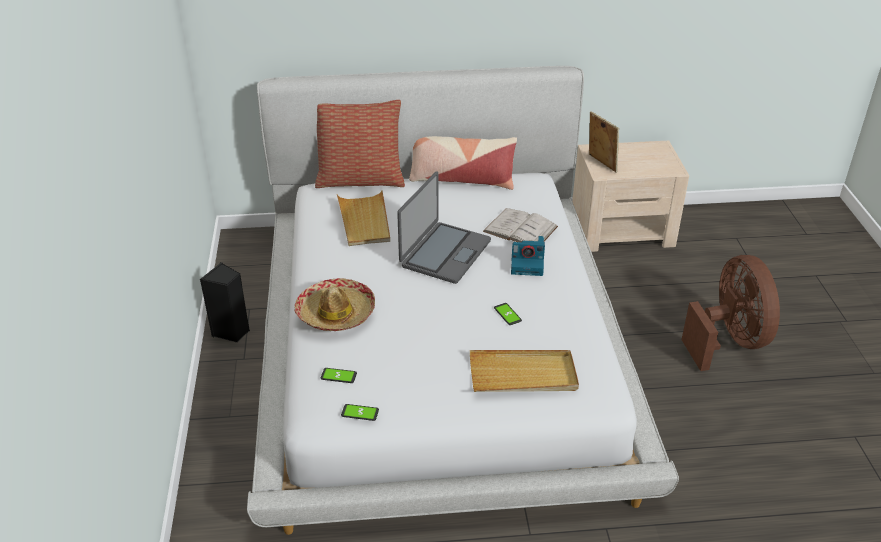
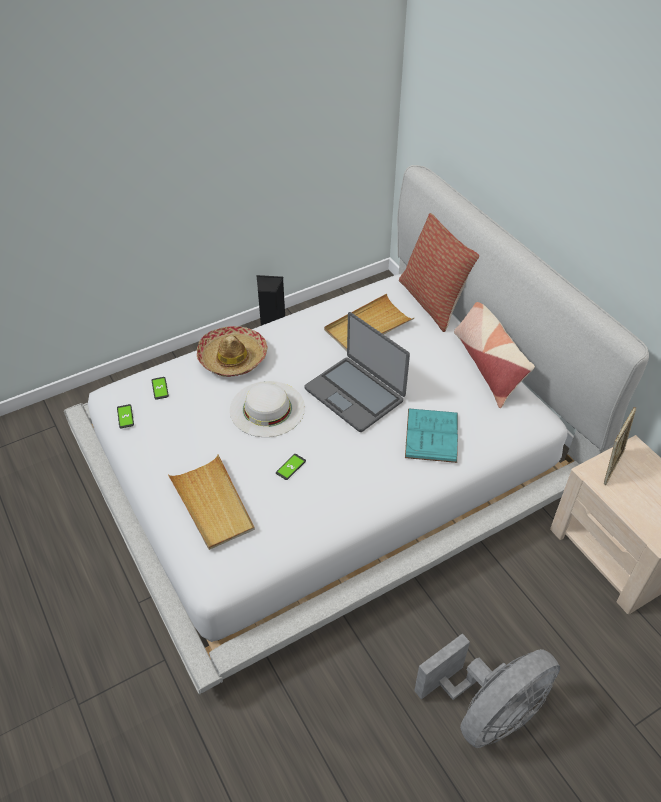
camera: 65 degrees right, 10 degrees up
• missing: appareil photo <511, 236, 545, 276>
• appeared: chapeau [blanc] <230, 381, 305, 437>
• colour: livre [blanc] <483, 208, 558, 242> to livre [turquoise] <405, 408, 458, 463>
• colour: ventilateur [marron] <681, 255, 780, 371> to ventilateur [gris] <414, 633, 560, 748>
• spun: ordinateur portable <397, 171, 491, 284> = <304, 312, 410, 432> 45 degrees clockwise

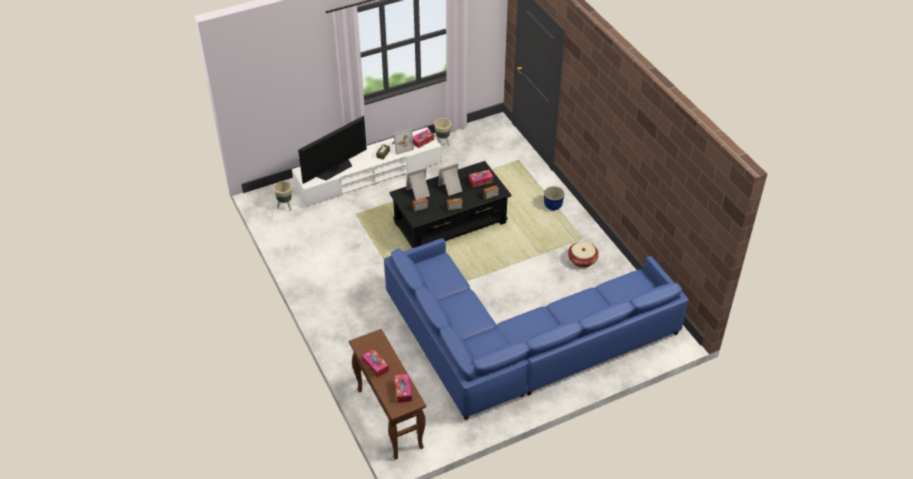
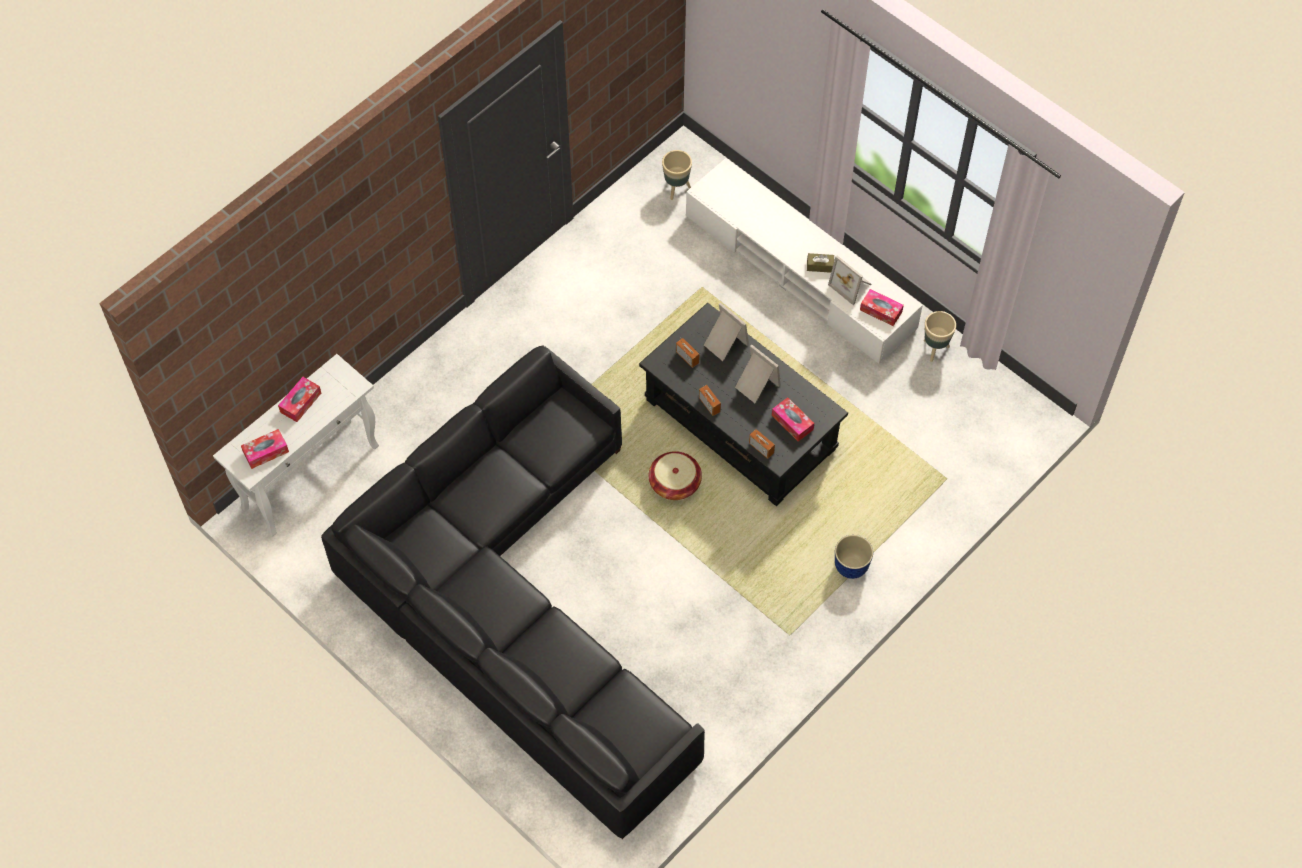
camera: 70 degrees right, 15 degrees up
• missing: téléviseur <298, 116, 367, 184>
• relocated: panier <568, 242, 599, 268> to <649, 451, 702, 500>
• colour: table console [marron] <349, 329, 426, 460> to table console [blanc] <213, 354, 379, 537>
• colour: canapé [bleu] <384, 238, 689, 420> to canapé [noir] <321, 345, 705, 839>

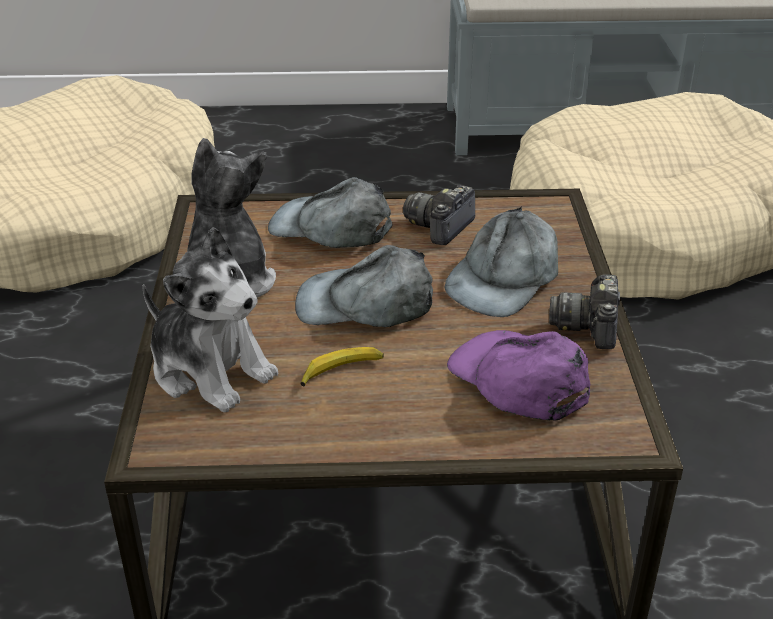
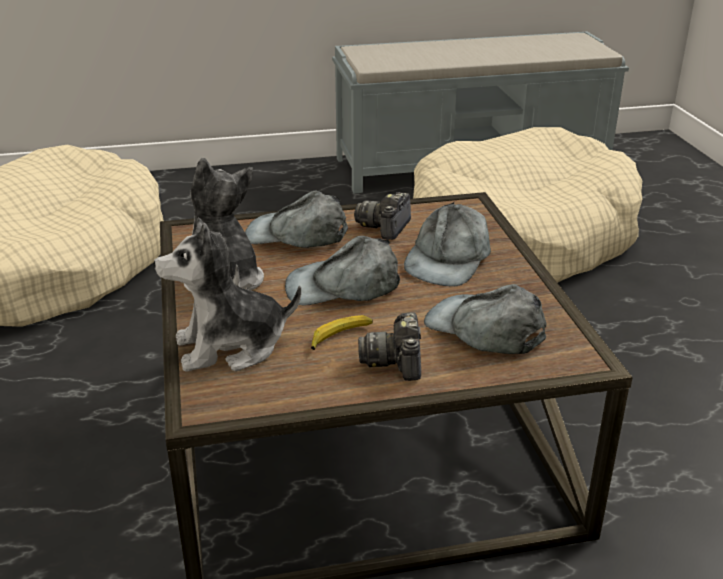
camera: 10 degrees left, 5 degrees down
• relocated: appareil photo <549, 275, 620, 349> to <358, 312, 421, 381>
• colour: casquette [violet] <447, 330, 590, 421> to casquette [gris] <424, 284, 546, 354>
• spun: peluche <142, 227, 278, 412> = <154, 218, 301, 372> 135 degrees clockwise

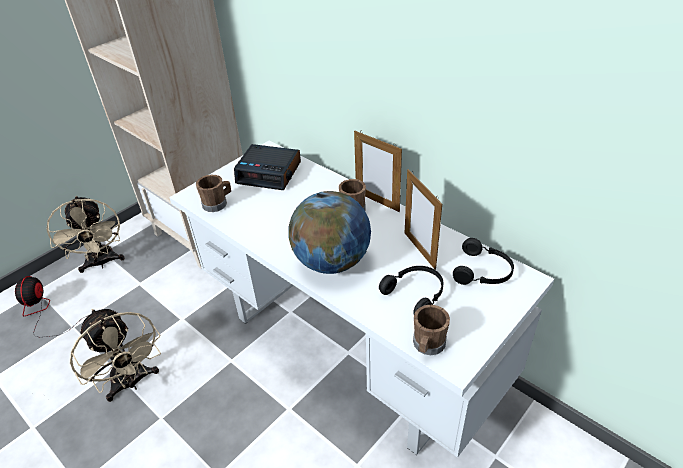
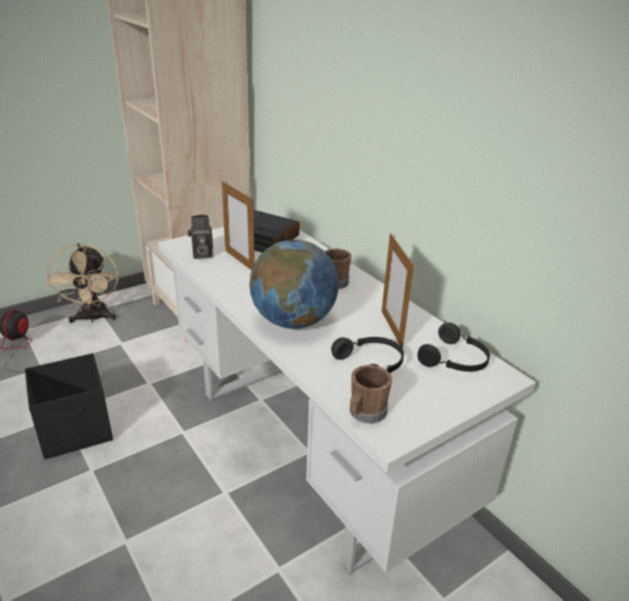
camera: 10 degrees right, 10 degrees down
• relocated: cadre photo <354, 131, 402, 212> to <222, 181, 255, 270>
• exchanged: ventilateur [beige] <70, 309, 161, 402> to boîte de rangement [noir] <25, 353, 113, 459>
• exchanged: mug [marron] <196, 175, 231, 212> to appareil photo <188, 215, 213, 259>

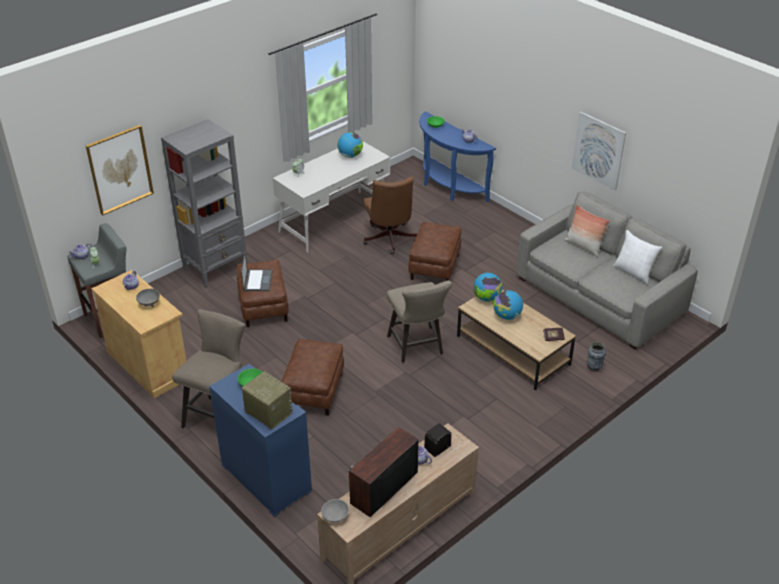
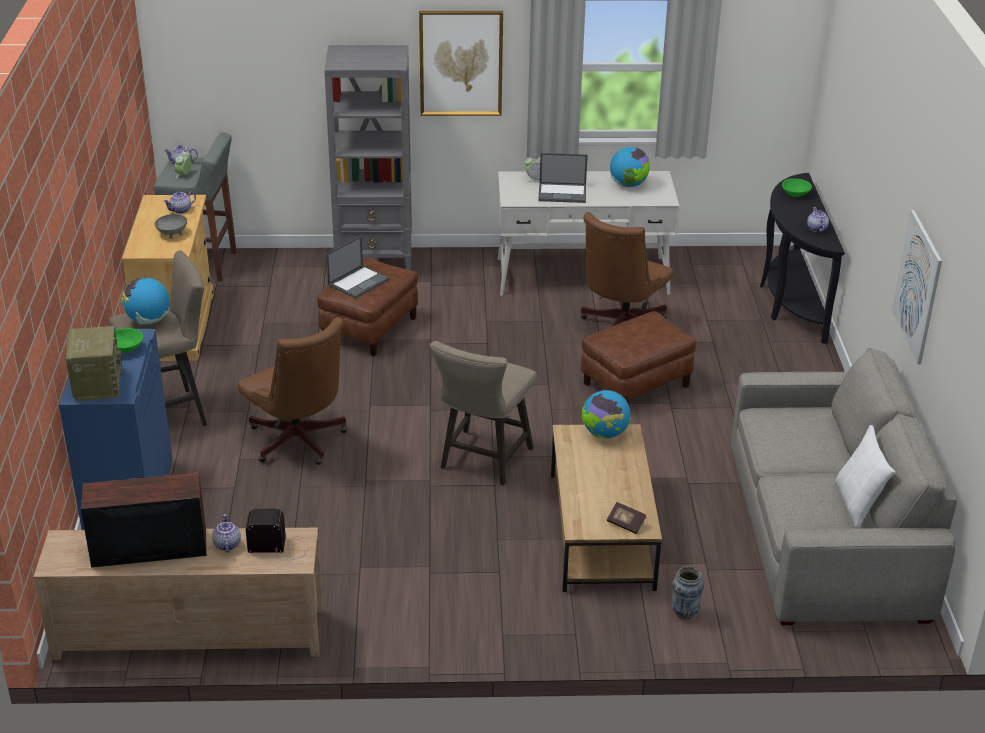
camera: 40 degrees right, 5 degrees down
• missing: bol [gris] <321, 499, 349, 522>
• missing: coussin <564, 205, 610, 256>
• appeared: ordinateur portable <538, 153, 588, 203>
• relocated: tableau <86, 125, 154, 215> to <419, 11, 503, 116>
• relocated: globe <493, 290, 523, 320> to <122, 277, 170, 324>
• exchanged: pouf [marron] <281, 339, 344, 416> to chaise de bureau [marron] <237, 317, 347, 465>
• colour: table console [bleu] <419, 111, 496, 202> to table console [noir] <760, 173, 845, 344>

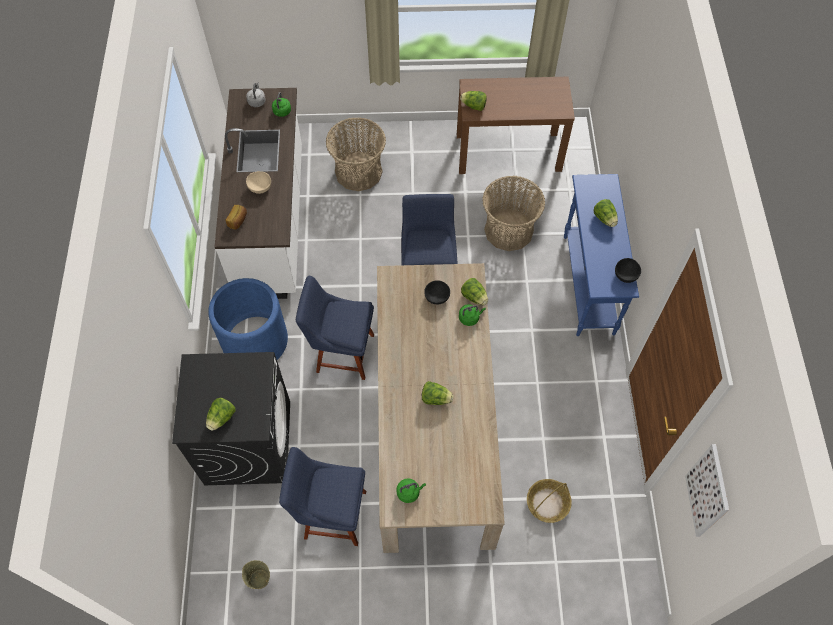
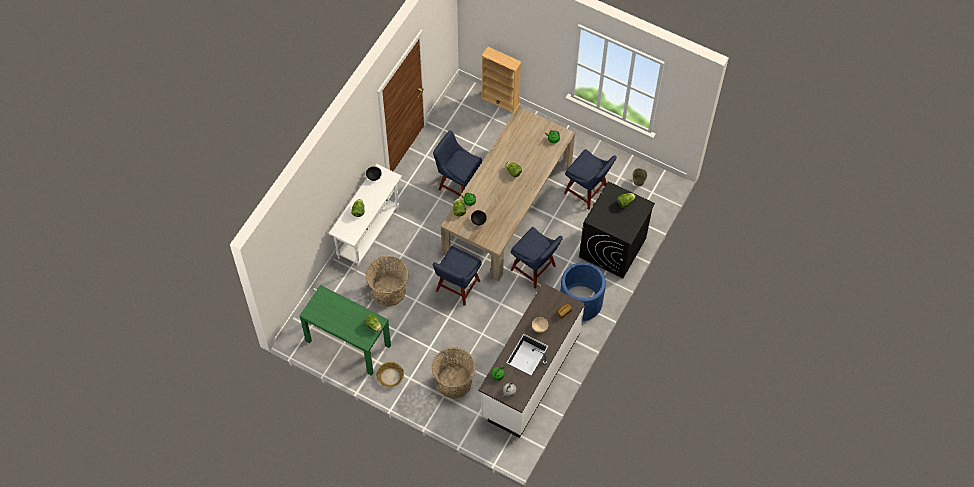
camera: 150 degrees left, 0 degrees up
• missing: tableau <685, 444, 729, 537>
• appeared: chaise [bleu] <433, 130, 483, 196>
• appeared: bibliothèque [beige] <481, 46, 521, 113>
• relocated: panier <527, 479, 572, 523> to <376, 362, 404, 387>
• colour: table console [marron] <457, 77, 575, 174> to table console [vert] <299, 285, 391, 376>
• colour: table console [bleu] <564, 174, 639, 336> to table console [blanc] <328, 164, 402, 269>

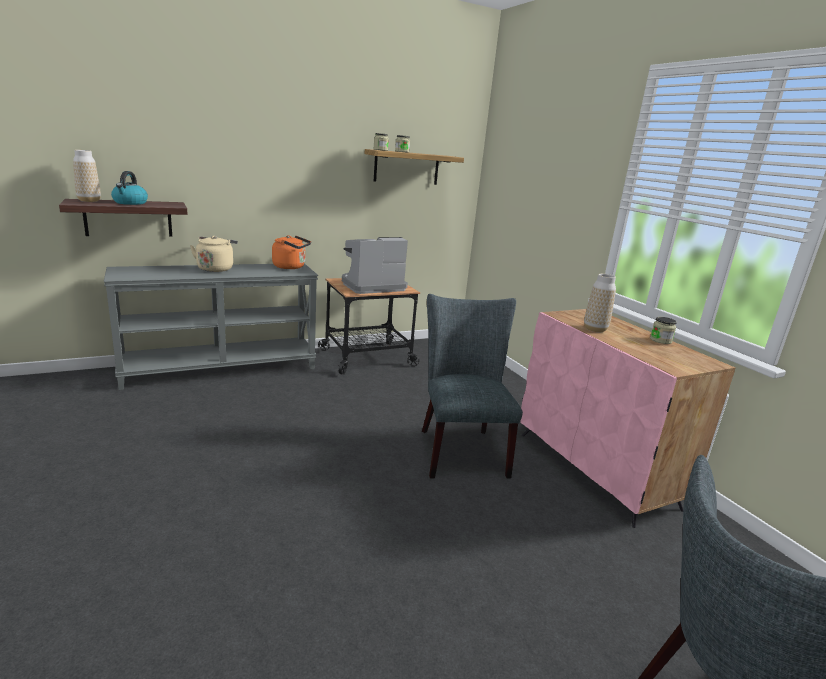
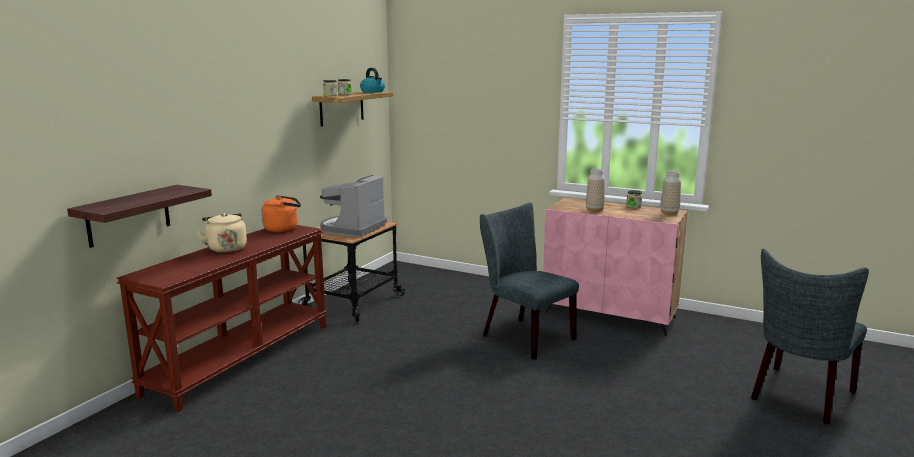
camera: 35 degrees left, 5 degrees down
• relocated: vase <73, 150, 101, 202> to <660, 171, 681, 215>
• relocated: bouilloire <111, 171, 148, 205> to <360, 68, 385, 93>
• colour: table console [gris] <104, 264, 318, 390> to table console [marron] <116, 225, 327, 412>

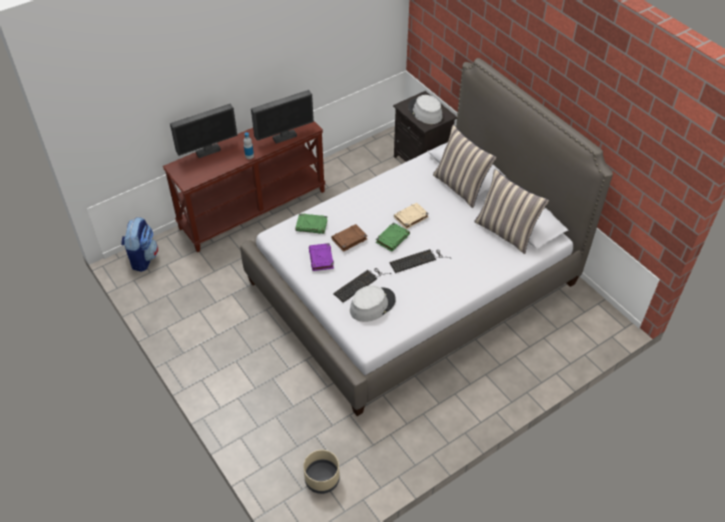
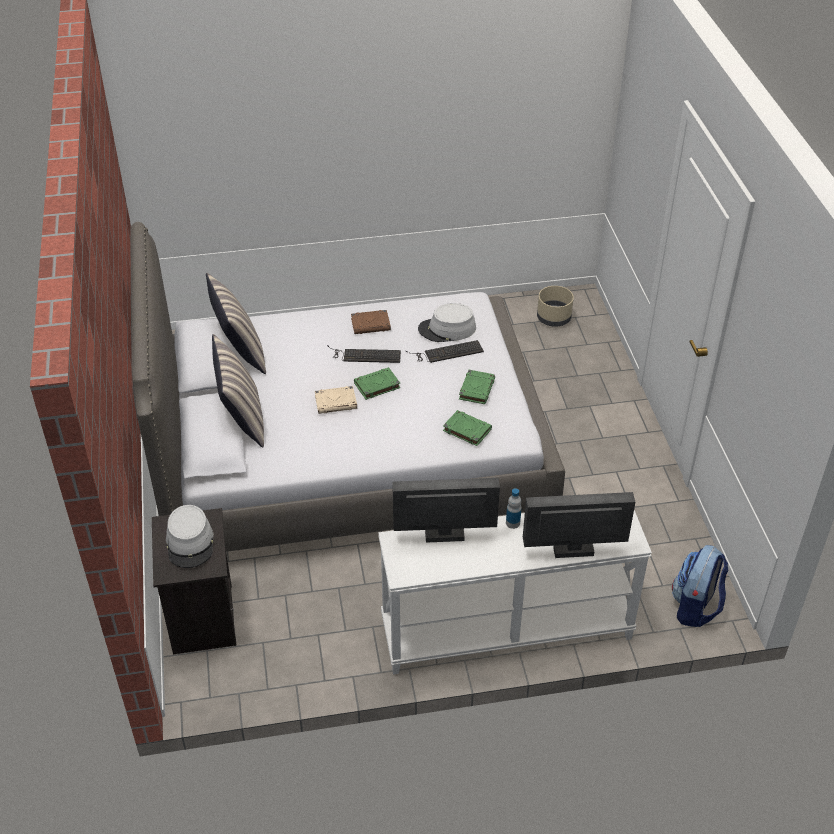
camera: 155 degrees left, 5 degrees down
• relocated: livre [marron] <331, 224, 367, 252> to <351, 310, 391, 334>
• colour: table console [marron] <163, 121, 325, 252> to table console [blanc] <378, 510, 652, 674>
• colour: livre [violet] <309, 243, 334, 271> to livre [vert] <459, 370, 495, 404>

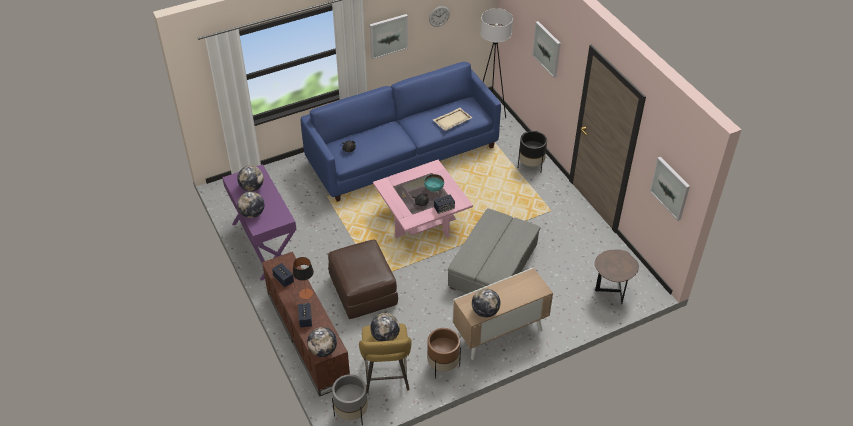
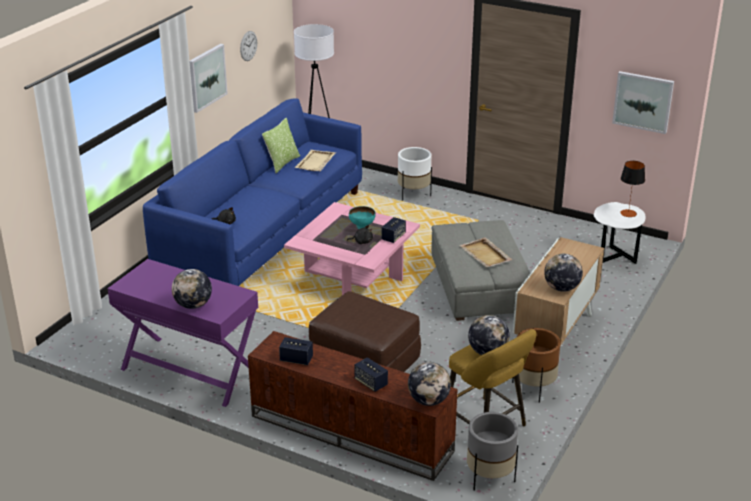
camera: 35 degrees left, 15 degrees down
• missing: globe <237, 166, 264, 191>
• missing: tableau <532, 21, 561, 78>
• appeared: coussin <262, 118, 300, 173>
• appeared: plateau [beige] <459, 238, 513, 267>
• relocated: lampe de table <293, 257, 314, 299> to <620, 161, 645, 217>
• colour: cache-pot [noir] <518, 131, 547, 171> to cache-pot [blanc] <398, 147, 432, 200>
• colour: table d'appoint [marron] <595, 249, 639, 304> to table d'appoint [blanc] <594, 202, 645, 264>

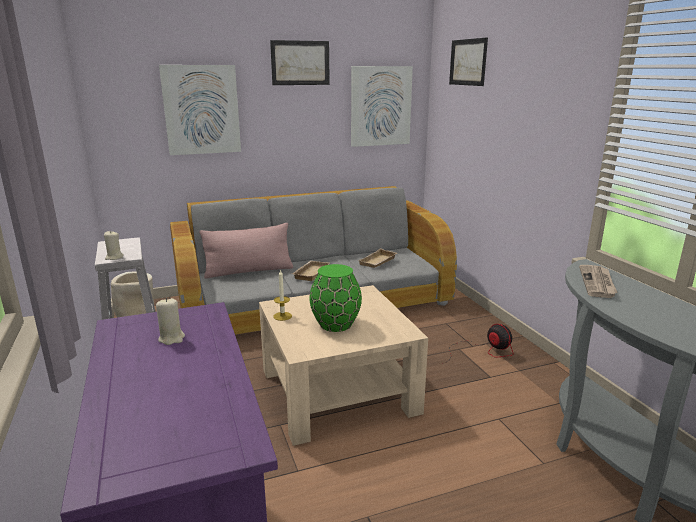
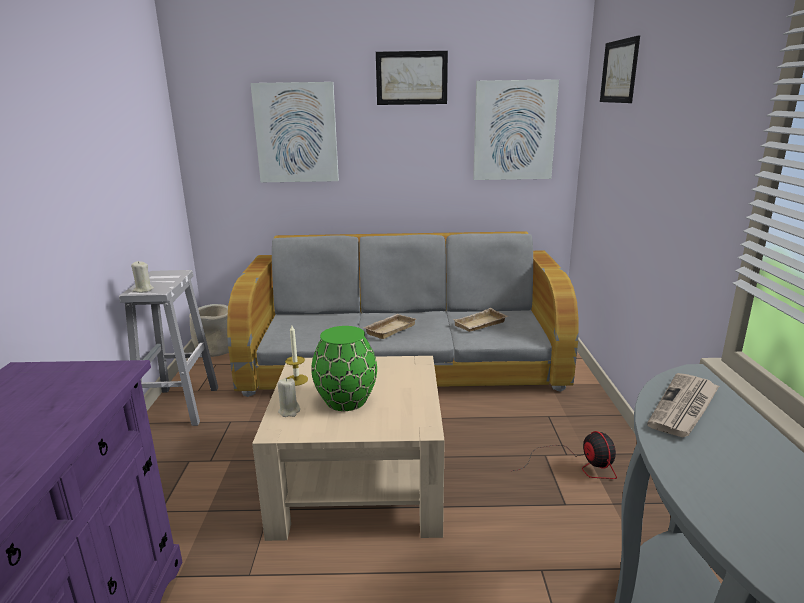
camera: 20 degrees right, 0 degrees up
• missing: coussin [rose] <199, 223, 293, 279>
• relocated: bougie [beige] <156, 298, 185, 345> to <278, 378, 300, 417>

